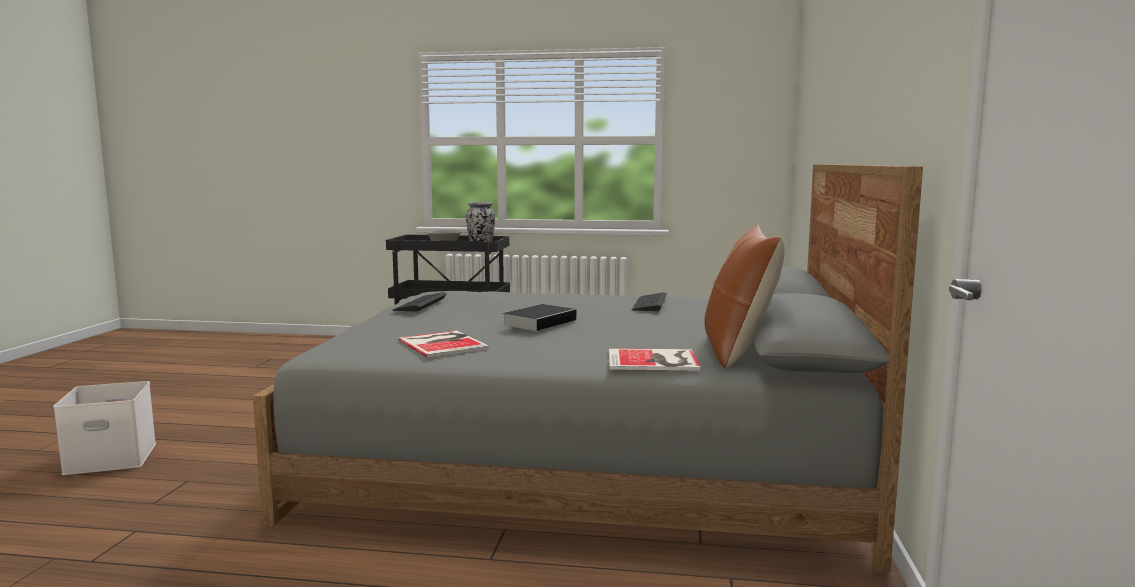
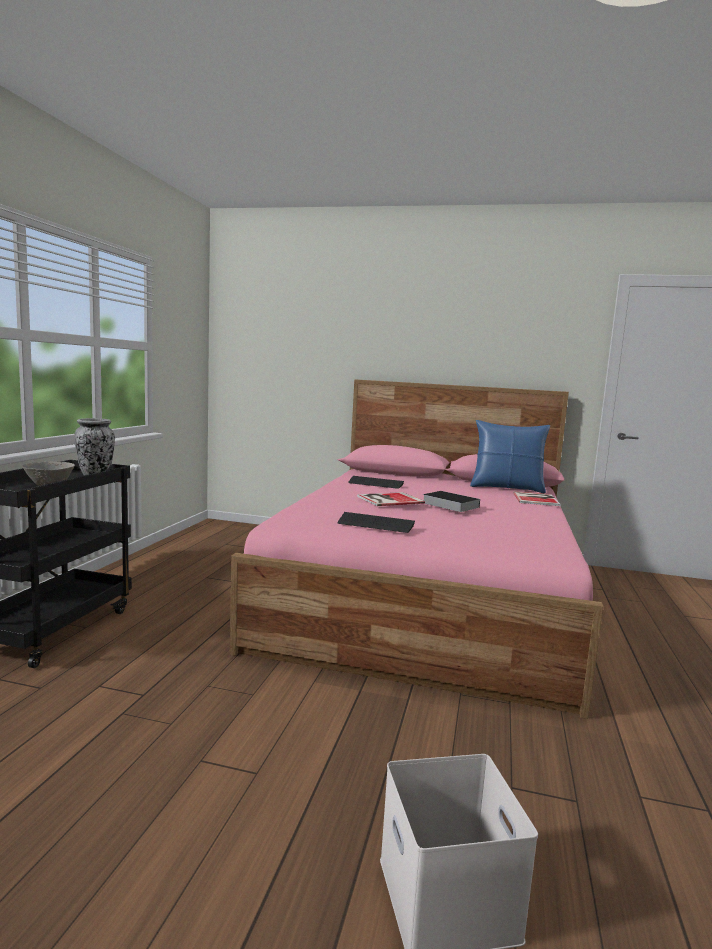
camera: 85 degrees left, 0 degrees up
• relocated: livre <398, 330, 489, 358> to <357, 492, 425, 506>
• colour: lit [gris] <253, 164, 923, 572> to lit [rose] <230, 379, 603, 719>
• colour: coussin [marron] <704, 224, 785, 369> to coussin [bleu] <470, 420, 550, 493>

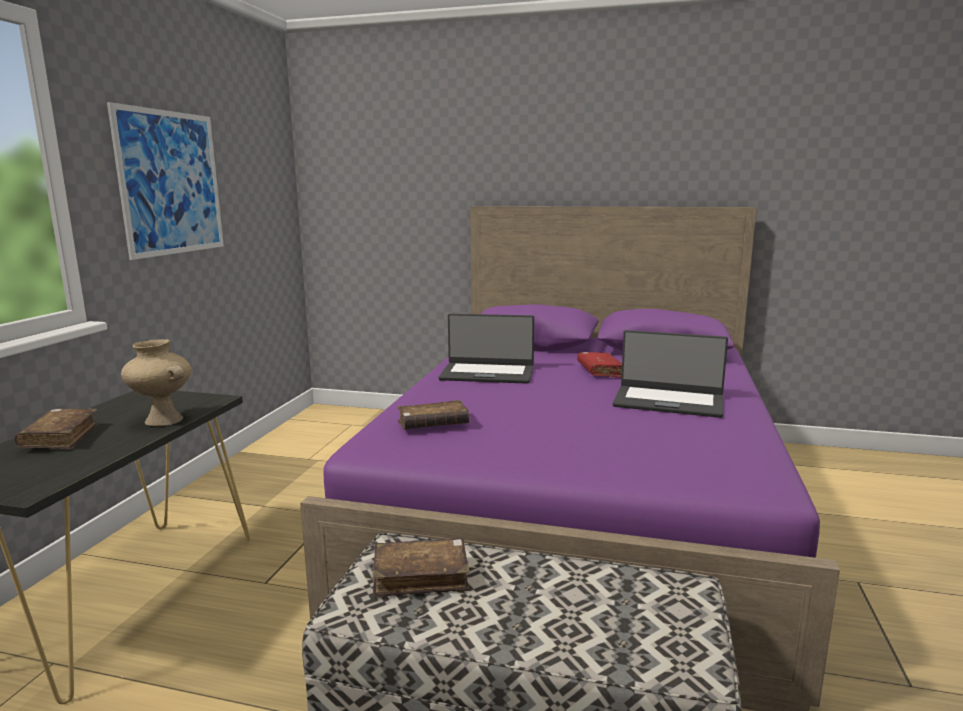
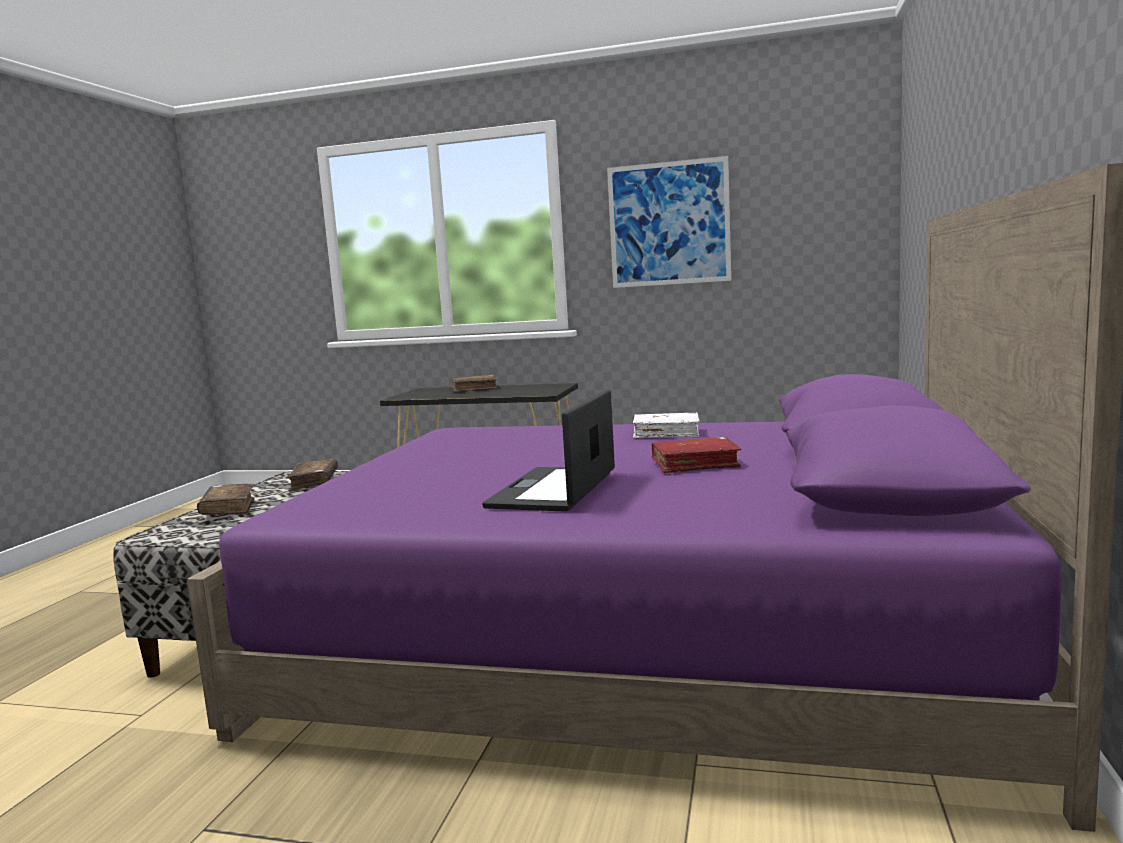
camera: 90 degrees right, 5 degrees down
• missing: vase [beige] <121, 339, 191, 426>
• relocated: livre [marron] <397, 400, 469, 430> to <197, 484, 255, 515>
• exchanged: ordinateur portable <439, 314, 534, 384> to livre [blanc] <633, 412, 700, 438>

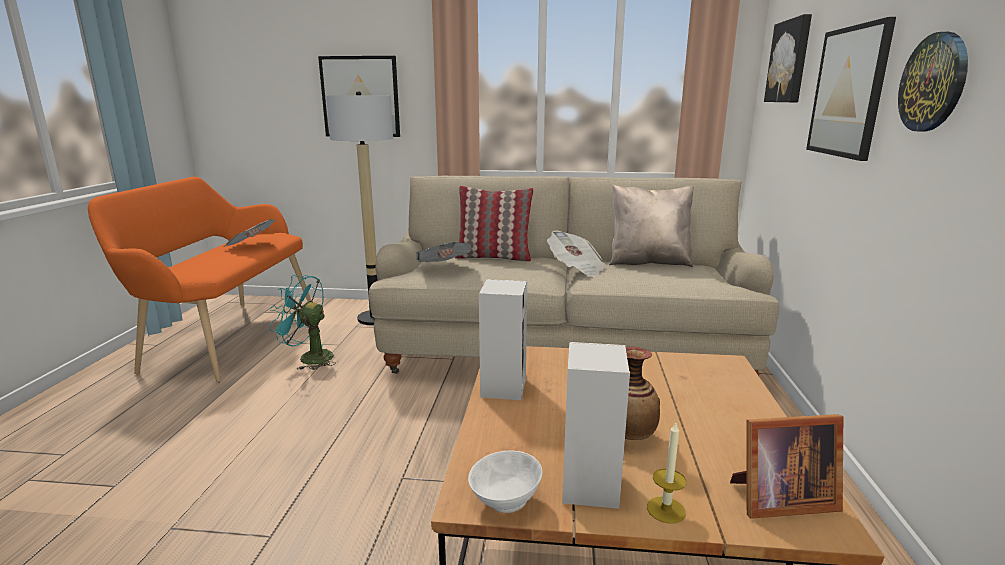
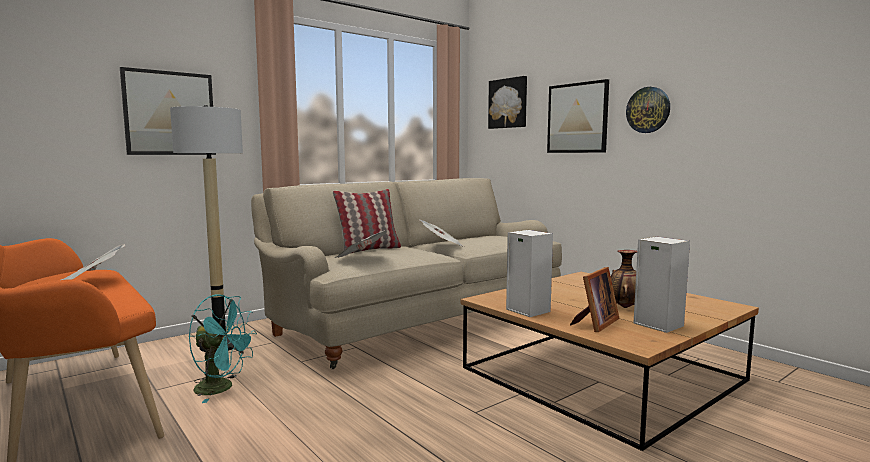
camera: 45 degrees left, 10 degrees down
• missing: bol [blanc] <468, 450, 542, 513>
• missing: coussin [beige] <609, 185, 694, 267>
• missing: bougie <647, 423, 686, 524>
• relocated: cadre photo <730, 414, 843, 519> to <570, 267, 619, 332>
• spun: ventilateur [turquoise] <270, 275, 336, 370> = <188, 295, 257, 403> 135 degrees counterclockwise

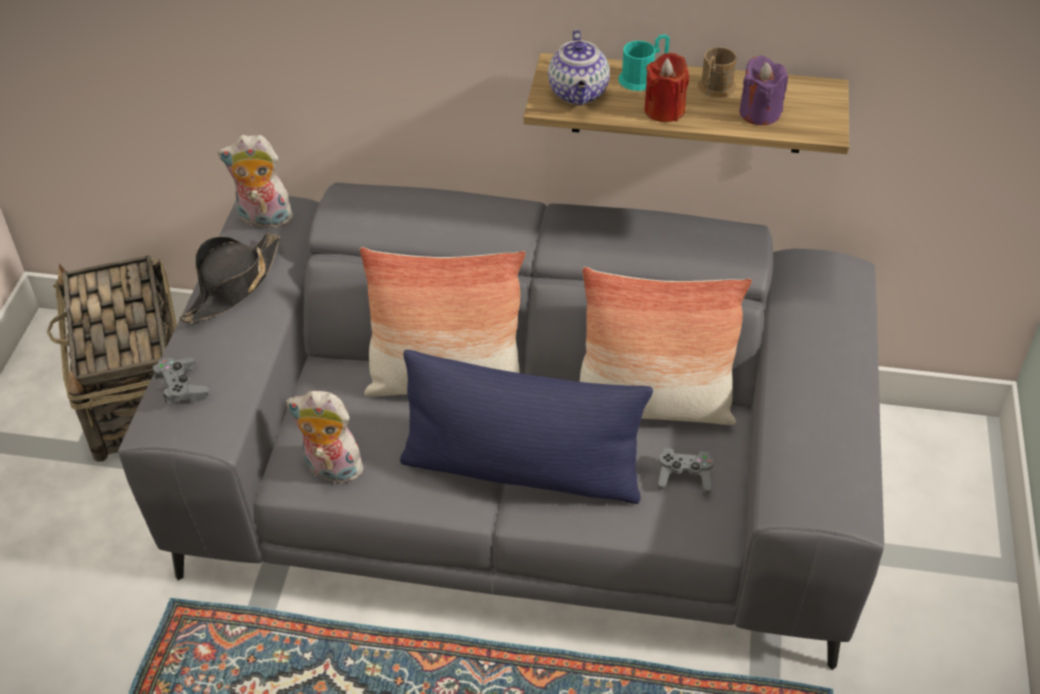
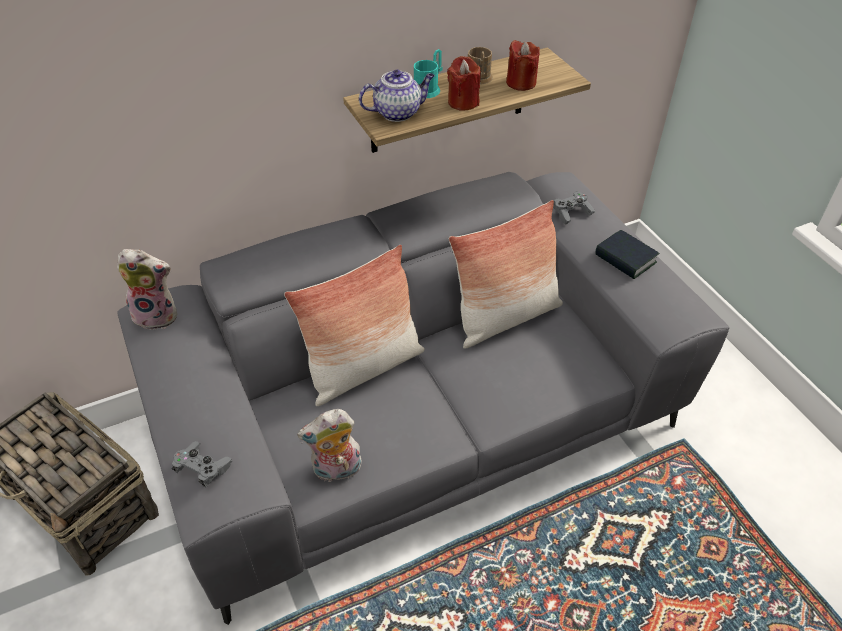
camera: 35 degrees left, 0 degrees up
• missing: chapeau [noir] <180, 233, 280, 324>
• missing: coussin [bleu] <400, 350, 653, 504>
• appeared: livre <595, 230, 659, 279>
• relocated: manette [gris] <658, 448, 714, 493> to <553, 191, 595, 225>
• colour: bougie [violet] <740, 55, 788, 125> to bougie [rouge] <506, 40, 540, 91>
• spun: peluche <217, 135, 293, 232> = <117, 249, 177, 330> 150 degrees counterclockwise
• spun: théière <548, 30, 610, 105> = <359, 70, 435, 122> 75 degrees counterclockwise

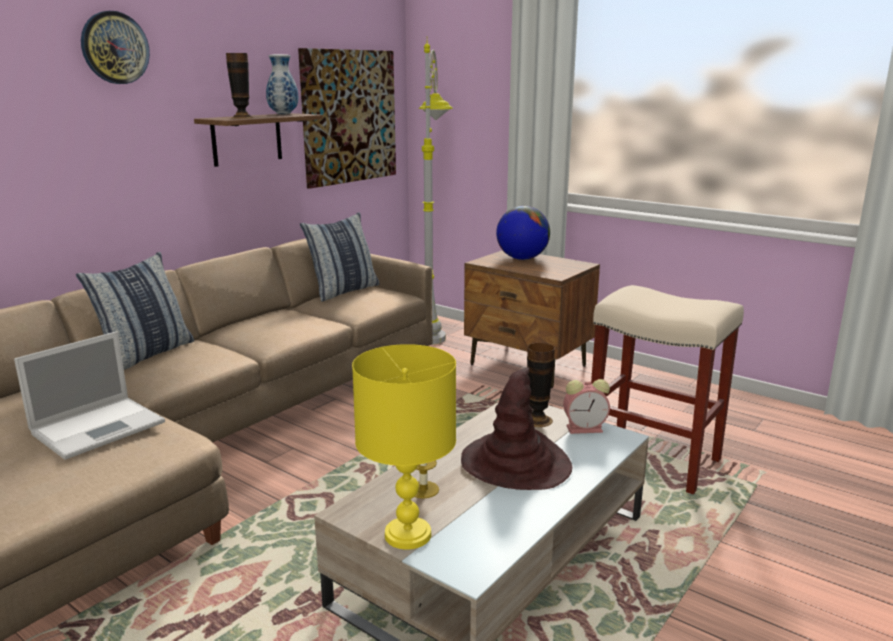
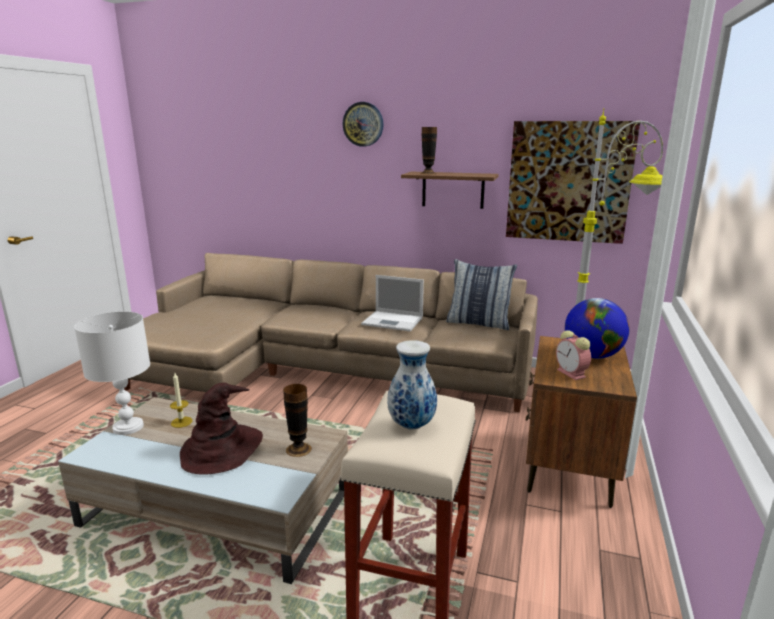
camera: 70 degrees right, 0 degrees up
• missing: coussin <76, 252, 194, 370>
• relocated: ordinateur portable <14, 331, 165, 460> to <361, 275, 424, 331>
• relocated: vase <266, 54, 299, 114> to <388, 340, 437, 430>
• relocated: réveil <563, 379, 610, 434> to <556, 330, 591, 380>
• colour: lampe de table [jaune] <352, 344, 456, 550> to lampe de table [blanc] <74, 312, 150, 435>

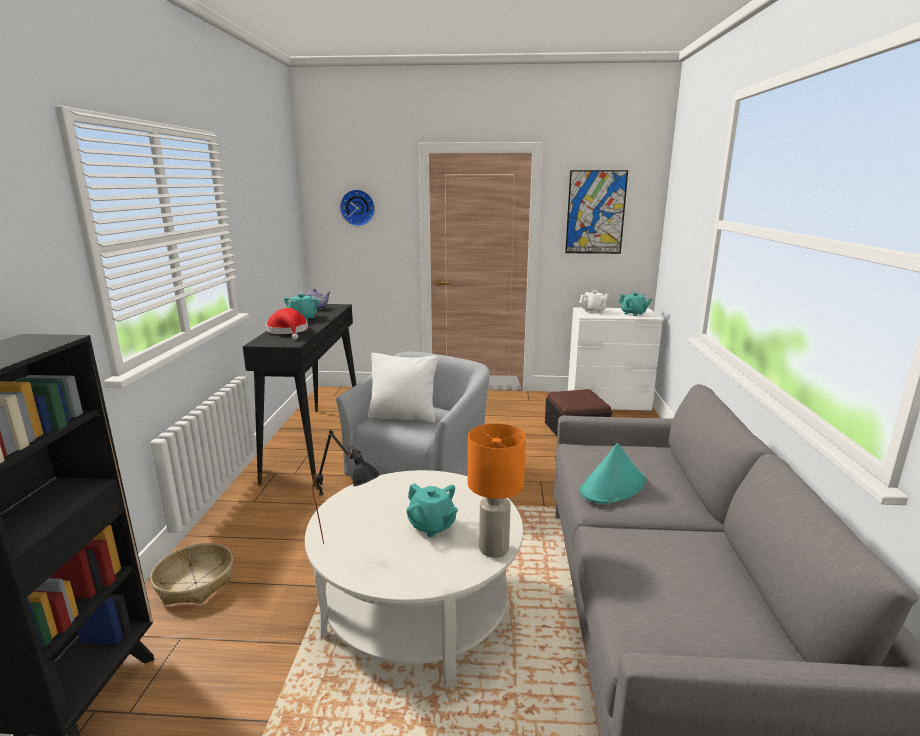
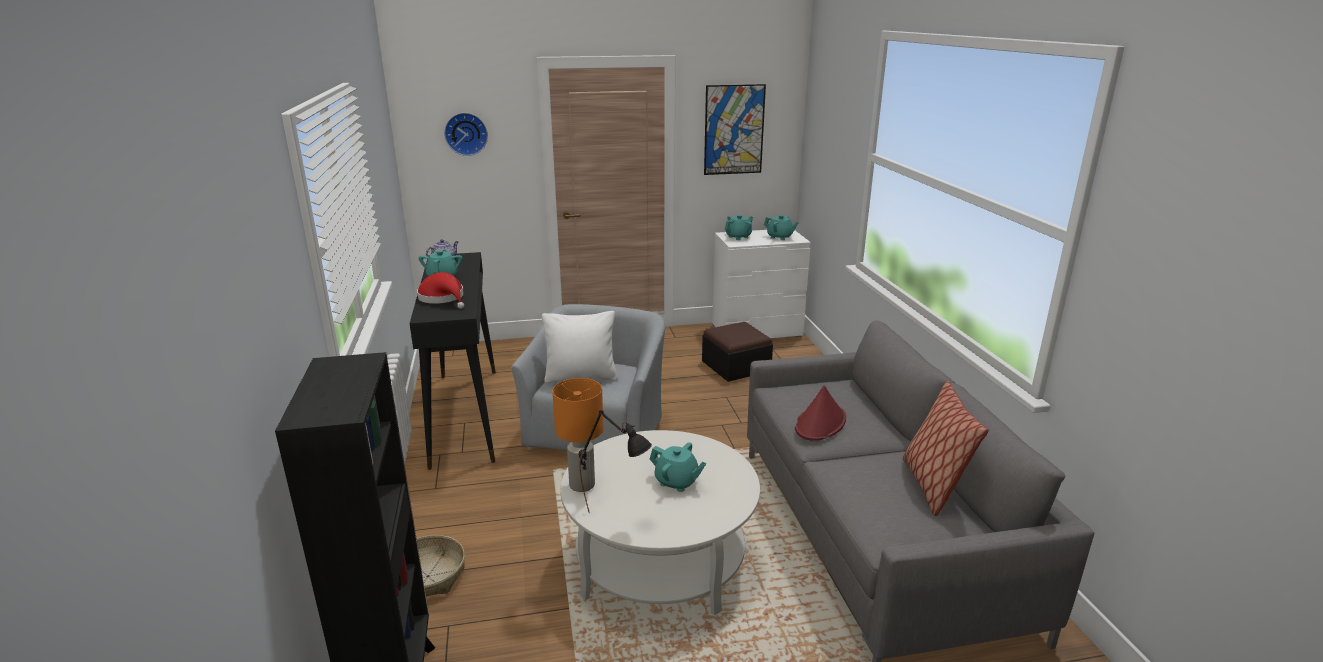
camera: 15 degrees left, 5 degrees up
• appeared: coussin <903, 381, 989, 516>
• relocated: lampe de table [orange] <468, 423, 526, 558> to <552, 378, 604, 492>
• colour: théière [blanc] <579, 290, 609, 314> to théière [turquoise] <725, 215, 753, 240>
• colour: chapeau [turquoise] <580, 443, 645, 504> to chapeau [rouge] <795, 385, 846, 441>

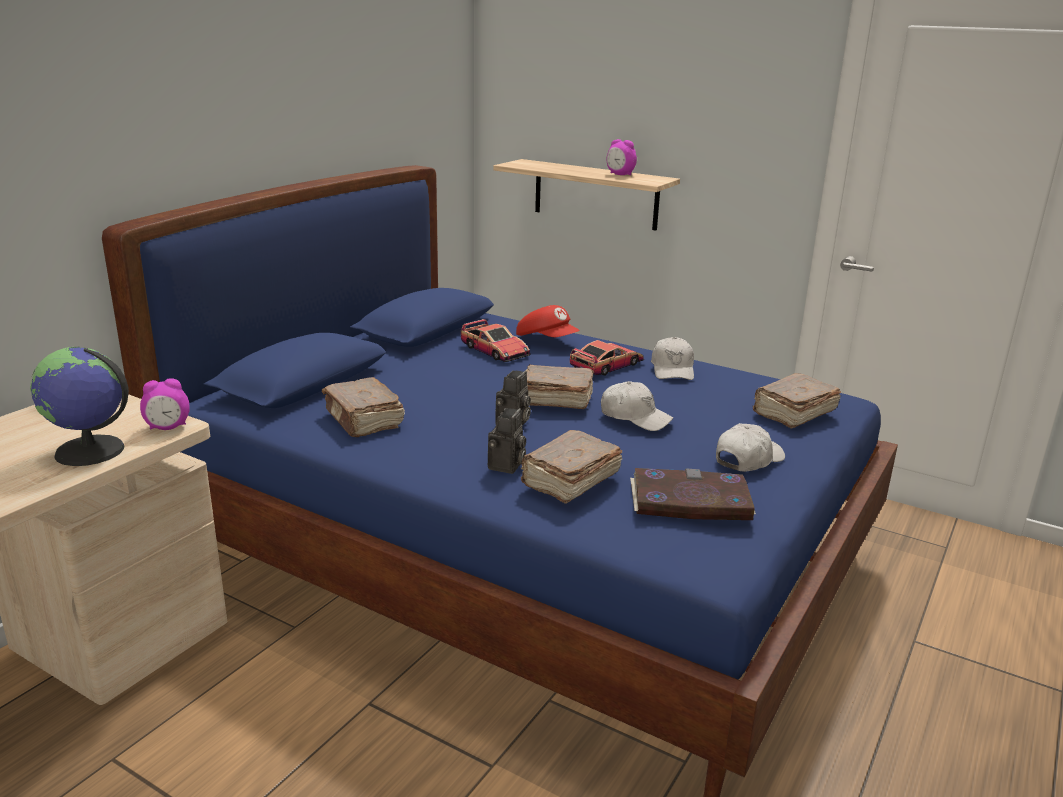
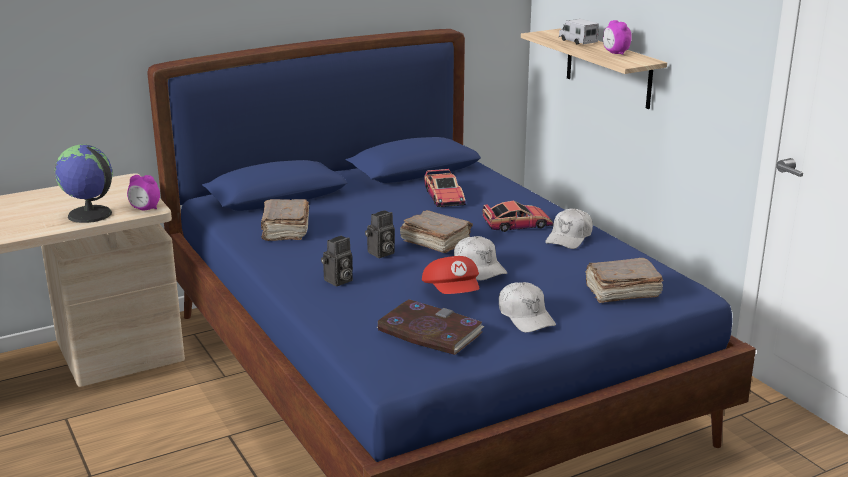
camera: 30 degrees right, 0 degrees up
• missing: livre [marron] <521, 430, 622, 504>
• appeared: camion jouet <559, 19, 599, 45>
• relocated: casquette [rouge] <516, 305, 580, 337> to <422, 256, 479, 294>
• spun: casquette [blanc] <716, 423, 785, 472> = <499, 282, 556, 333> 75 degrees clockwise

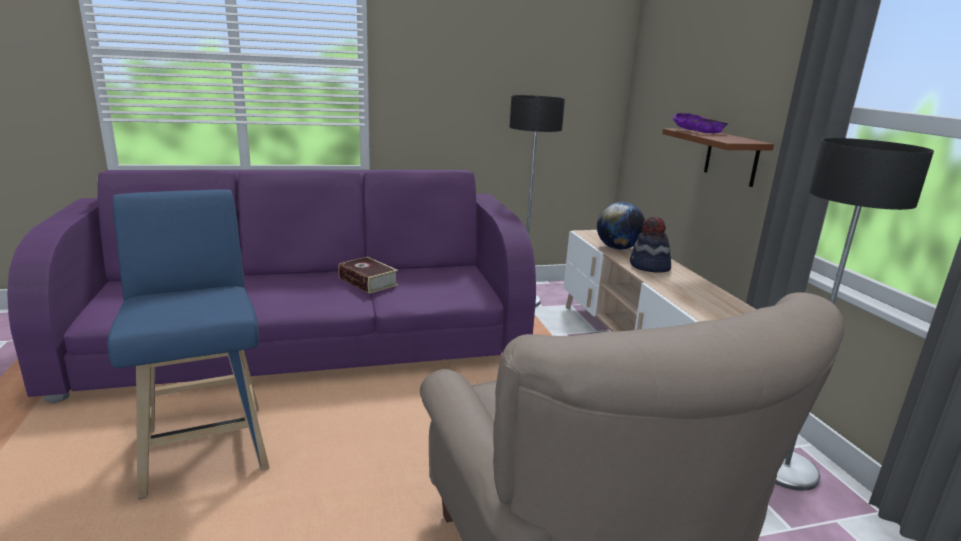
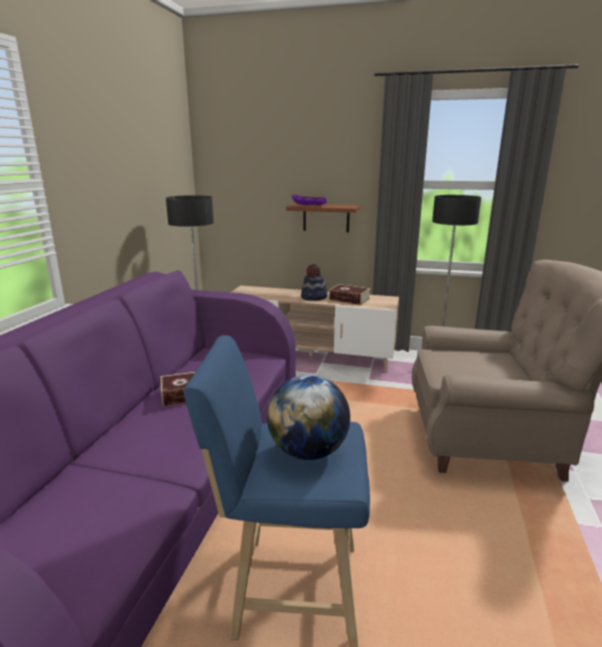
camera: 60 degrees left, 0 degrees up
• appeared: livre <329, 284, 371, 305>
• relocated: globe <597, 202, 645, 250> to <267, 375, 350, 460>

